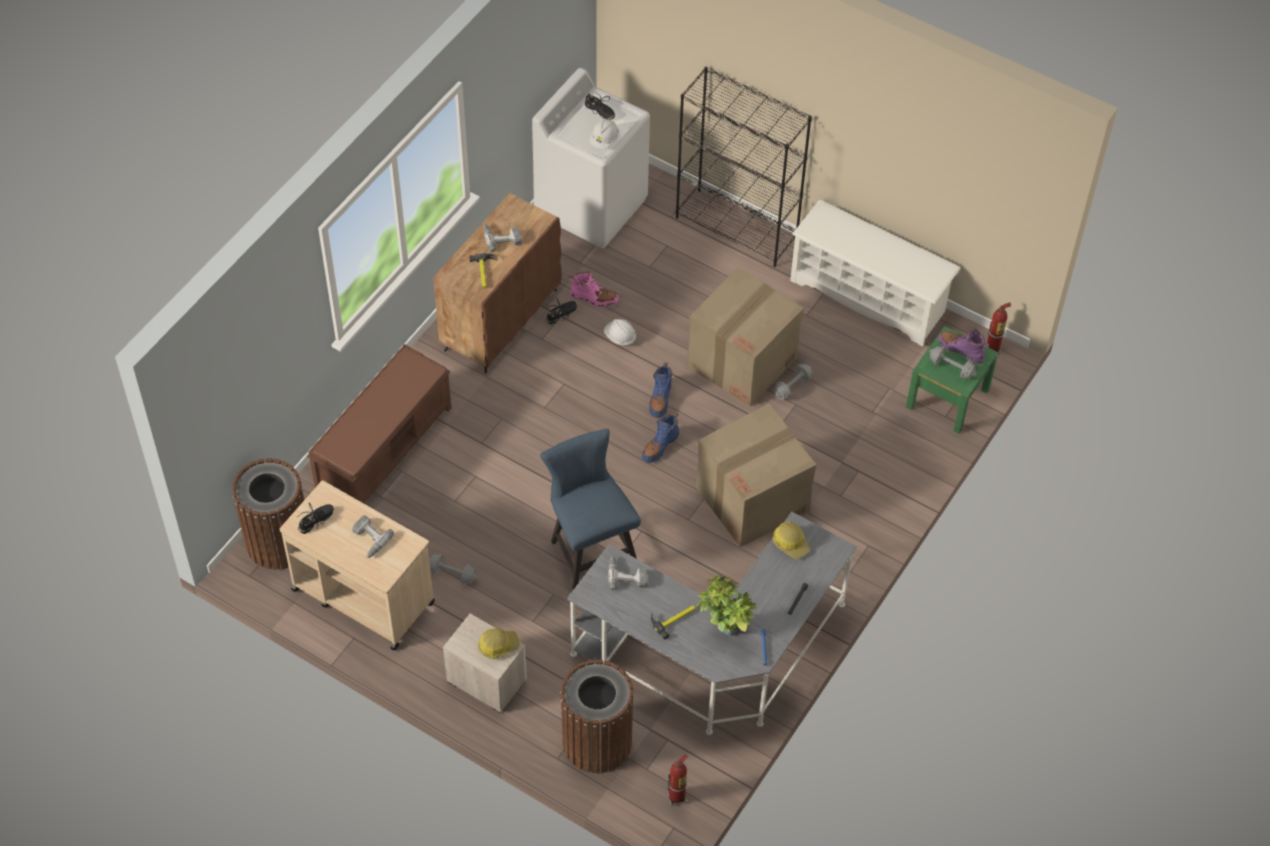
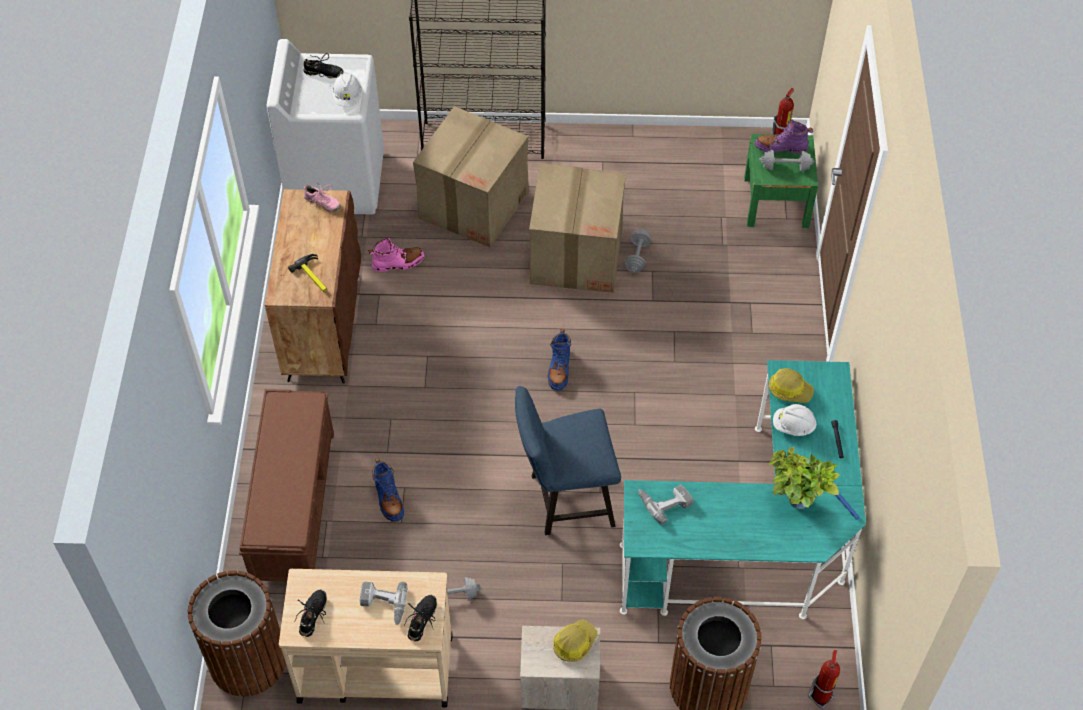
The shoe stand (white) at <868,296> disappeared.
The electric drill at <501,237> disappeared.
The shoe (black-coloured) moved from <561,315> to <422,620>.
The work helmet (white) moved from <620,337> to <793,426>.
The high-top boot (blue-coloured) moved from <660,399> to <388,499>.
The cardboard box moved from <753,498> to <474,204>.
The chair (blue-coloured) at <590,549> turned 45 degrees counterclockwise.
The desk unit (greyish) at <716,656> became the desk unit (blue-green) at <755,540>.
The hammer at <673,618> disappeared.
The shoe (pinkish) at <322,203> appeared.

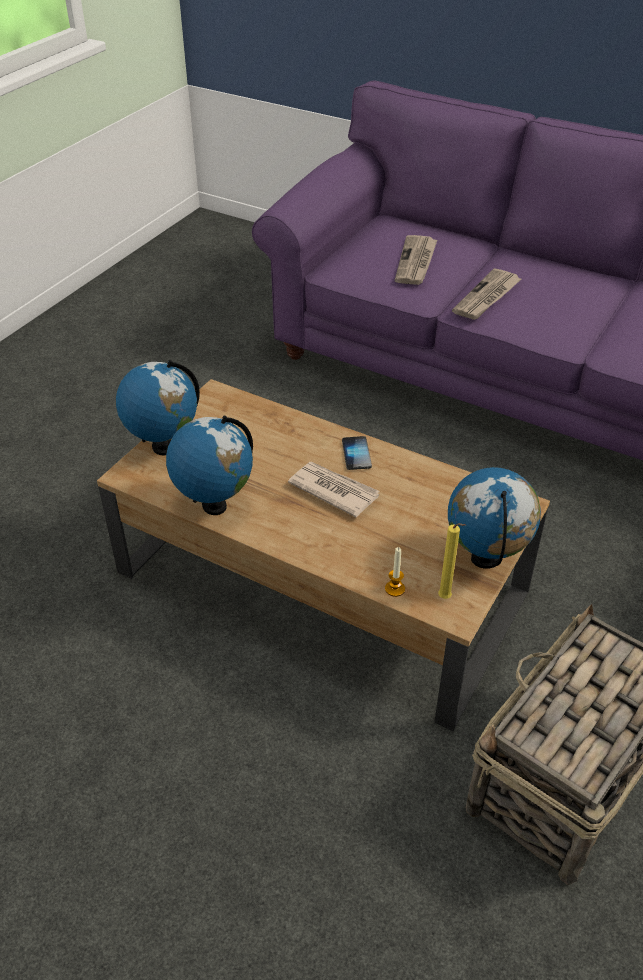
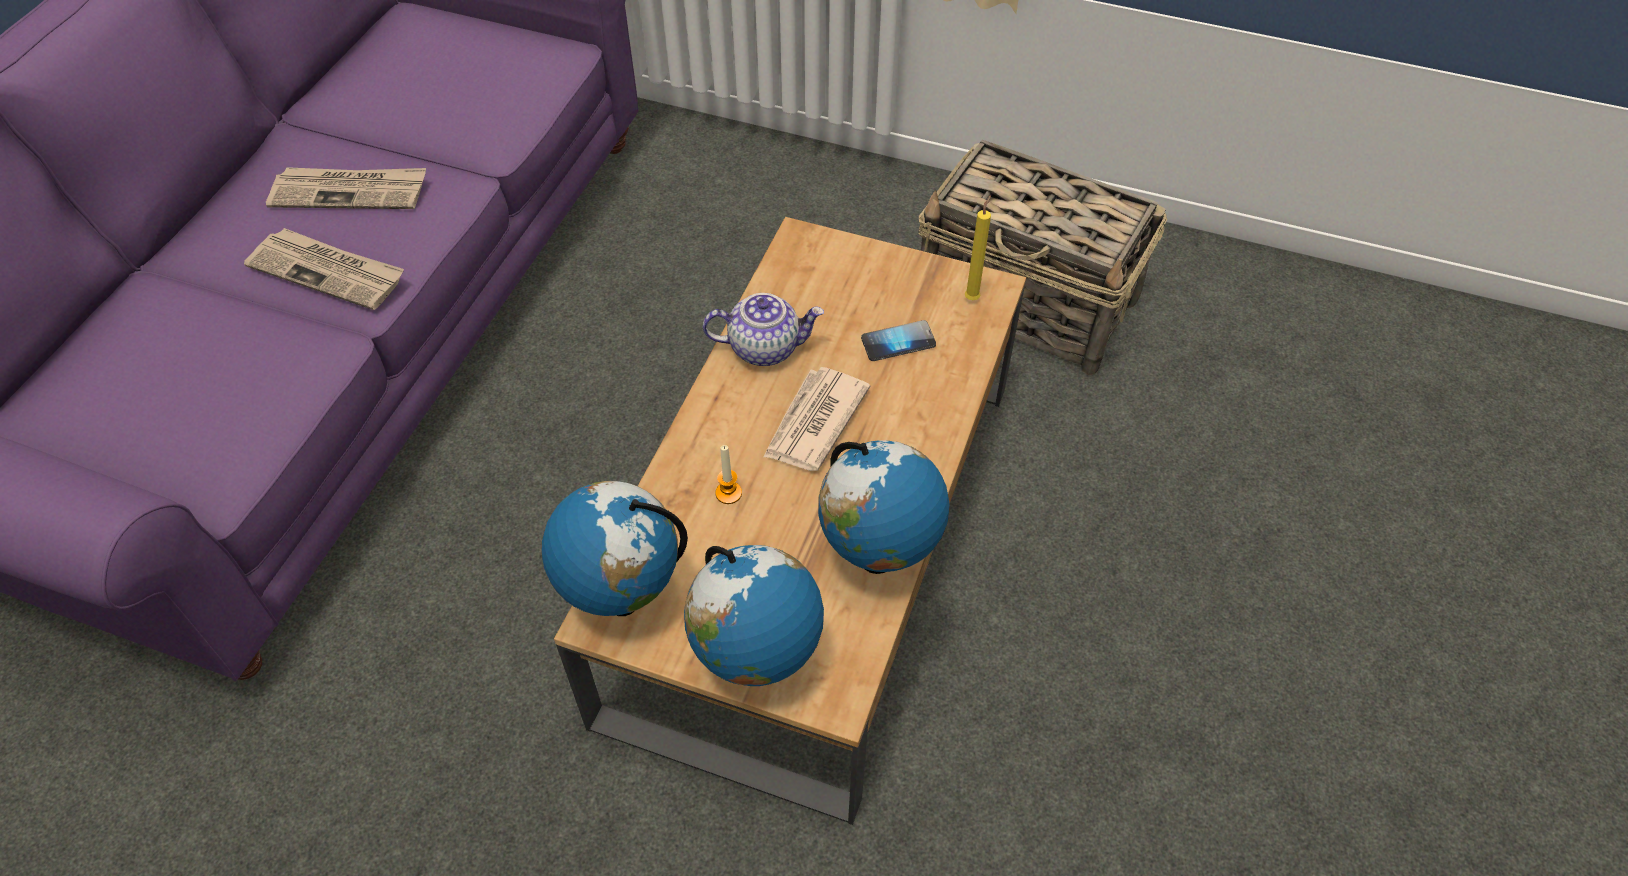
The newspaper moved from <416,262> to <350,191>.
The telephone moved from <356,454> to <898,342>.
The desk globe moved from <486,559> to <622,597>.
The wax light moved from <395,589> to <728,493>.
The pot for tea at <765,347> appeared.

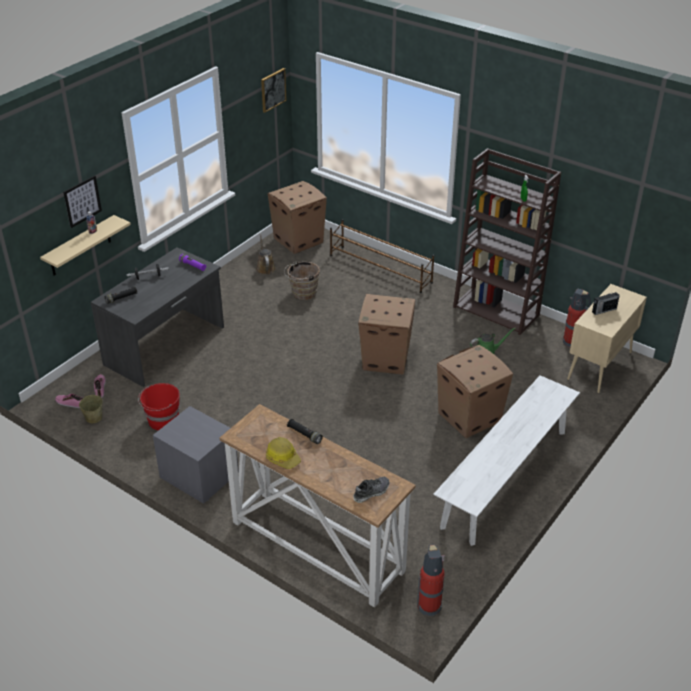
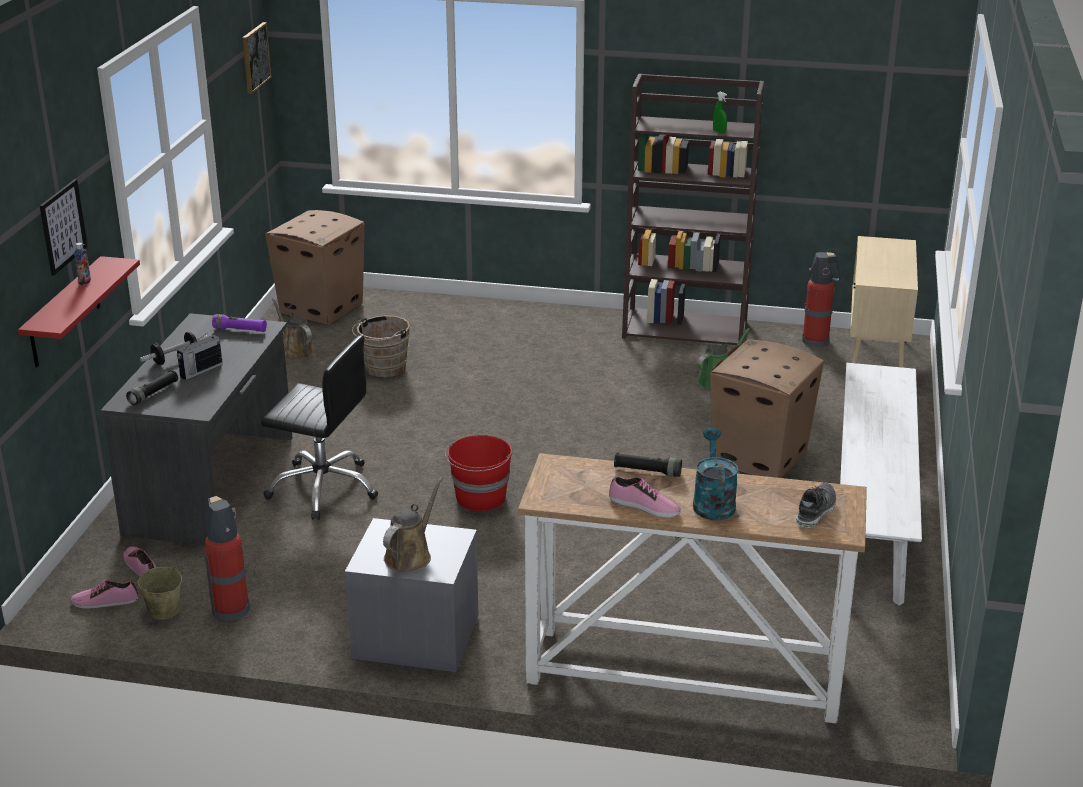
The shelf (sand-coloured) at <80,246> became the shelf (red) at <64,313>.
The shoe stand (brown-coloured) at <380,269> disappeared.
The radio moved from <603,310> to <200,371>.
The cardboard box at <386,359> disappeared.
The bucket (red) moved from <163,421> to <480,498>.
The work helmet at <283,458> was replaced by the shoe at <644,506>.
The extinguisher moved from <429,605> to <230,609>.
The office chair (black-coloured) at <323,488> appeared.
The watering pot (blue-green) at <712,502> appeared.
The watering pot (brown-coloured) at <410,555> appeared.

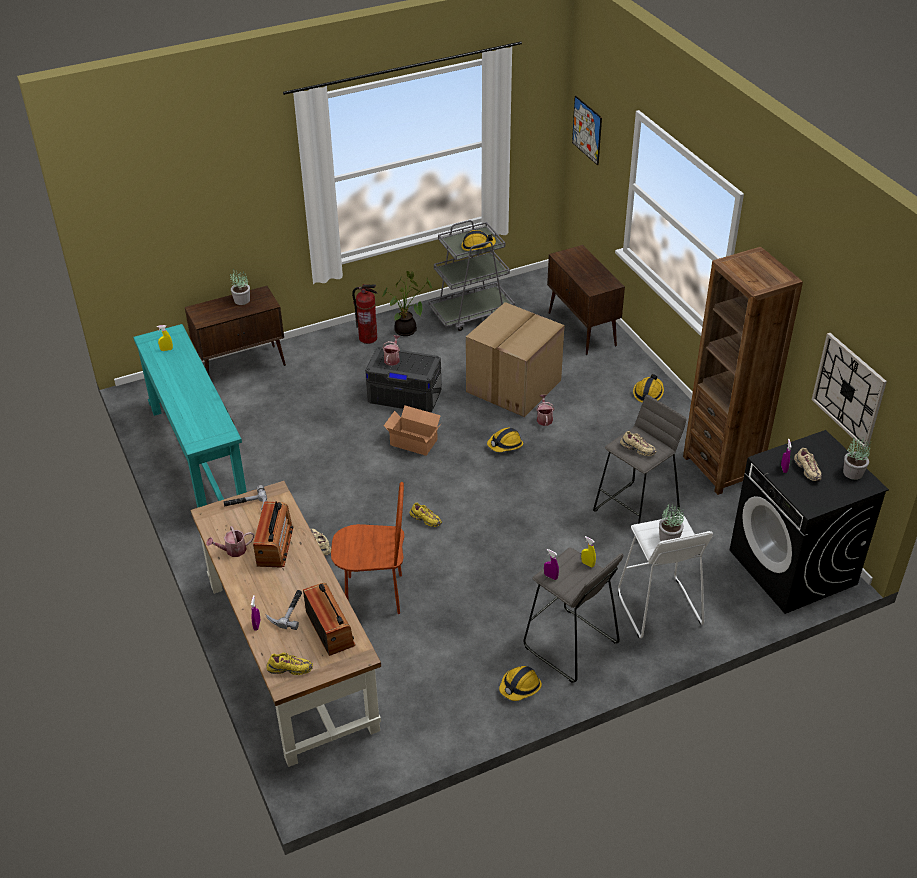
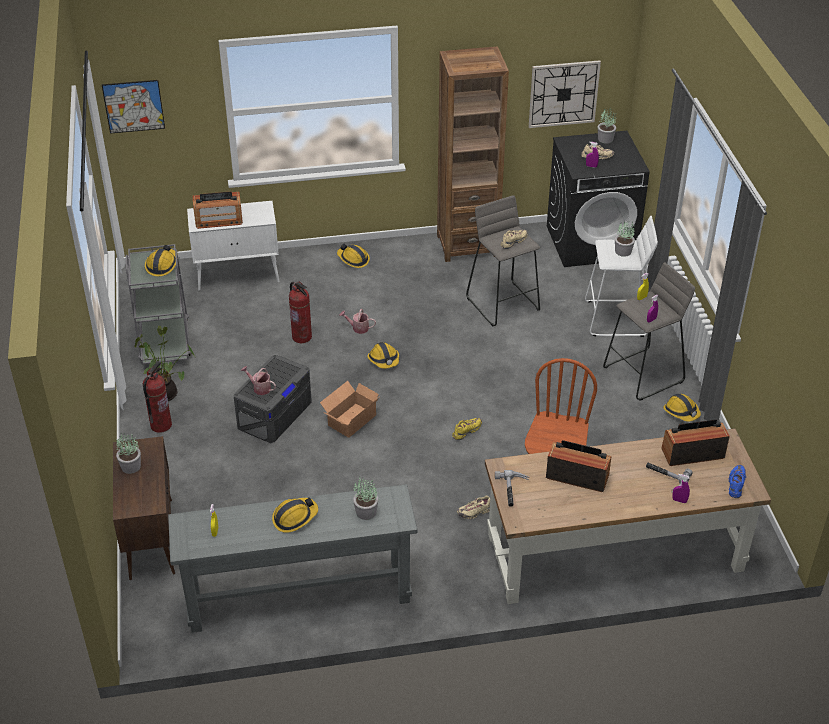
The cabinet (brown-coloured) at <582,330> became the cabinet (white) at <238,275>.
The cardboard box at <514,387> was replaced by the extinguisher at <302,337>.
The console table (blue-green) at <198,457> became the console table (greyish) at <298,595>.
The watering pot at <232,550> disappeared.
The shoe (yellow) at <290,669> became the shoe (blue-coloured) at <736,485>.
The radio at <218,220> appeared.
The houseplant at <365,512> appeared.
The work helmet at <294,517> appeared.

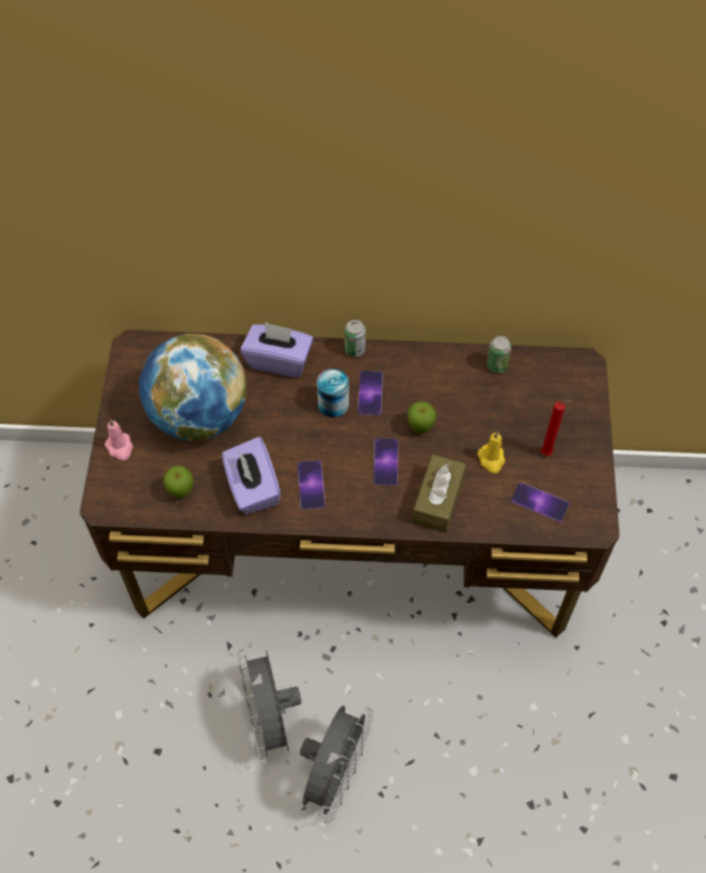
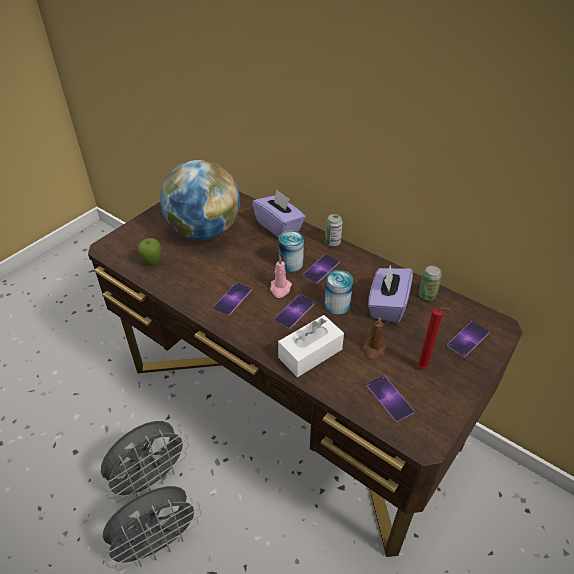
The apple fruit at <420,428> was replaced by the sealed can at <337,304>.
The wax light (pinkish) moved from <120,447> to <280,289>.
The wax light (yellow) at <491,459> became the wax light (brown-coloured) at <374,349>.
The box of tissues (purple) moved from <252,488> to <387,305>.
The box of tissues (brown-coloured) at <438,500> became the box of tissues (white) at <310,353>.
The fan (greyish) at <271,721> turned 150 degrees counterclockwise.
The telephone at <468,339> appeared.

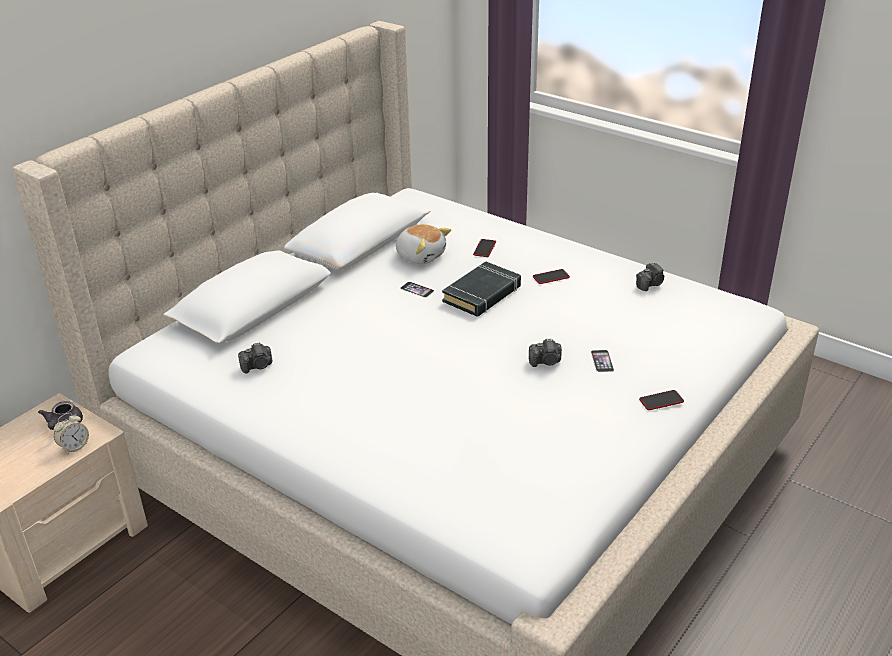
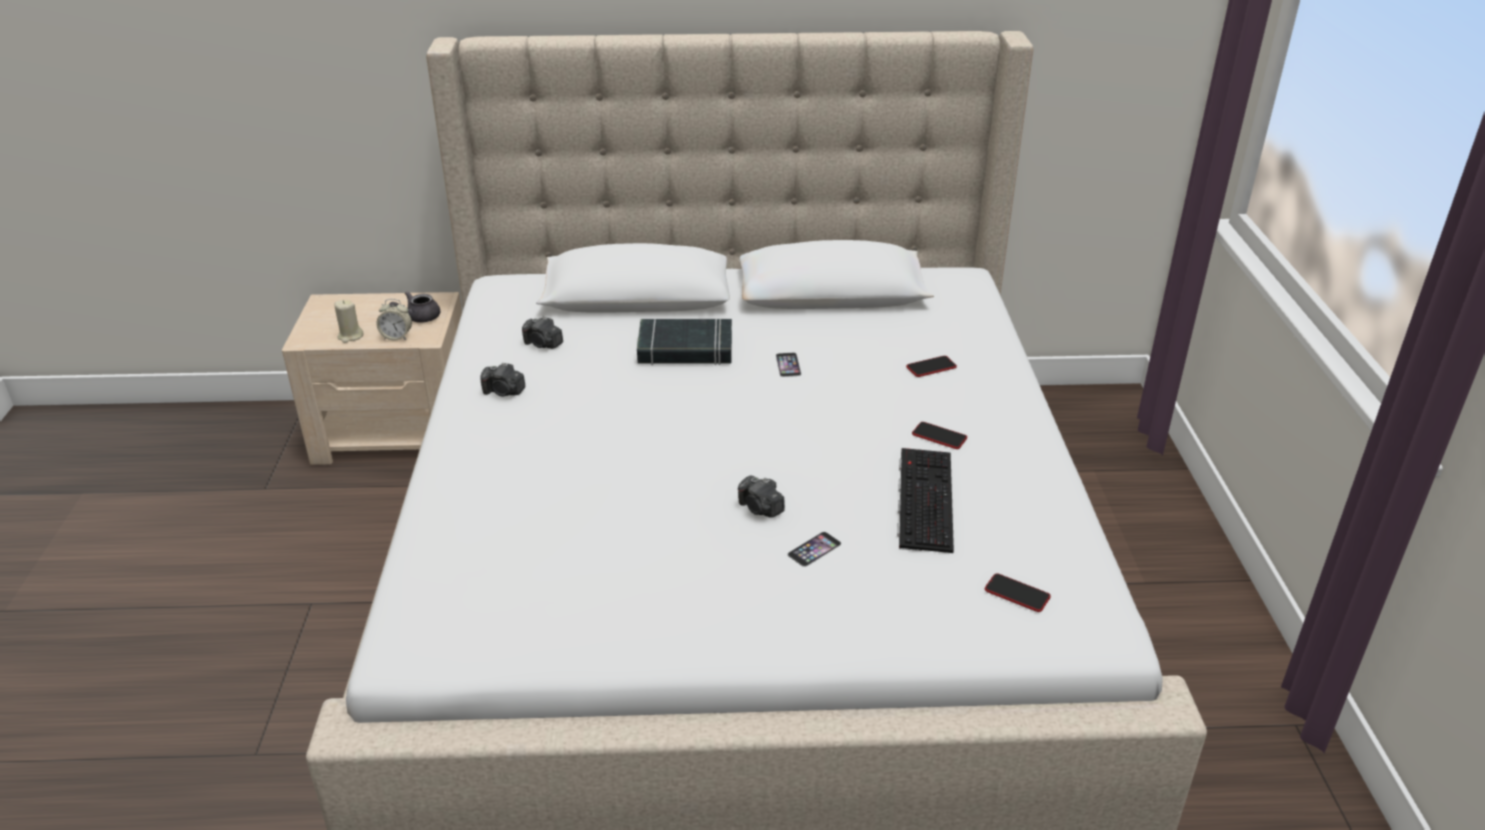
The soft toy at <421,255> disappeared.
The bound book (black-coloured) moved from <482,294> to <685,349>.
The photo camera moved from <650,284> to <504,392>.
The telephone moved from <661,401> to <1017,594>.
The wax light (sand-coloured) at <350,336> appeared.
The keyboard at <923,498> appeared.

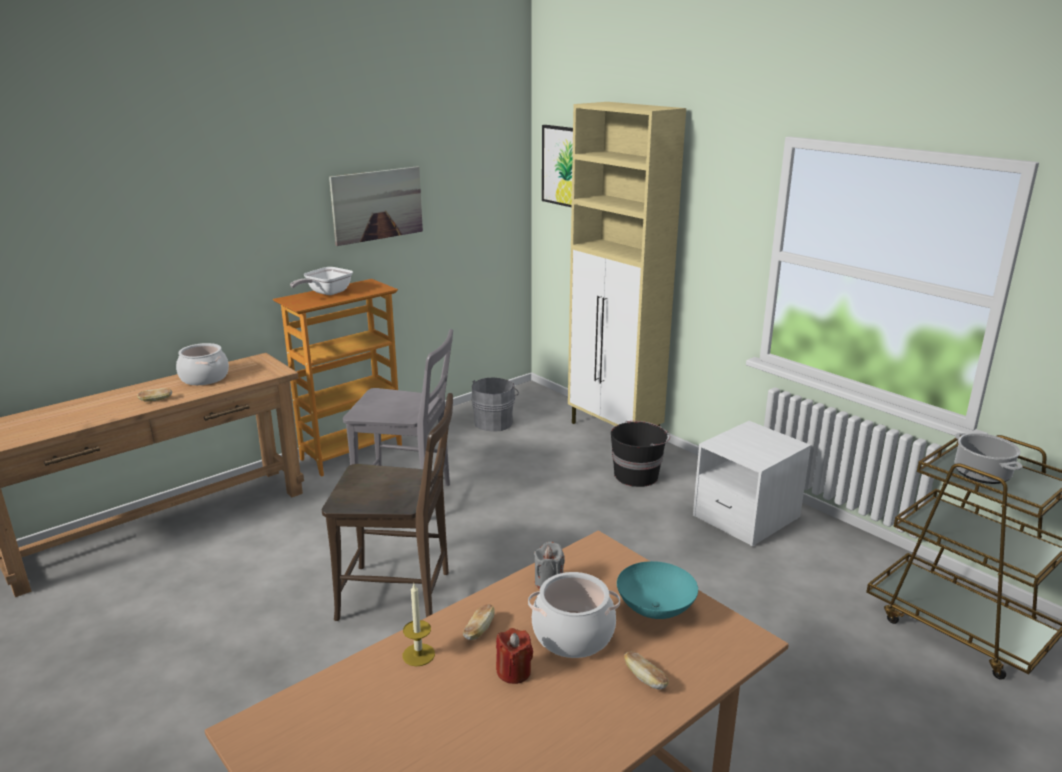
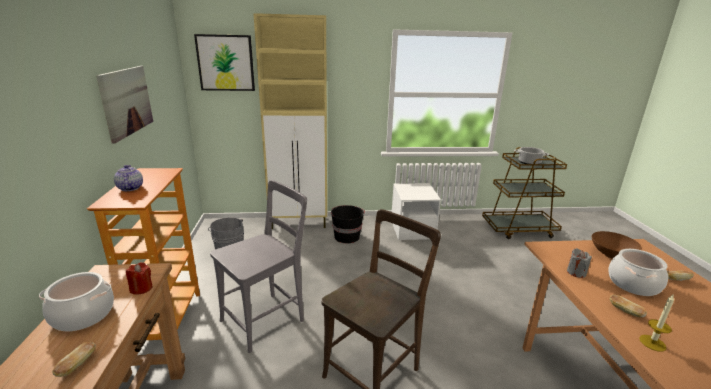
The pan at <325,293> was replaced by the pot for tea at <130,188>.
The bowl (blue-green) at <655,609> became the bowl (brown-coloured) at <610,255>.
The wax light (red) moved from <514,672> to <141,288>.

